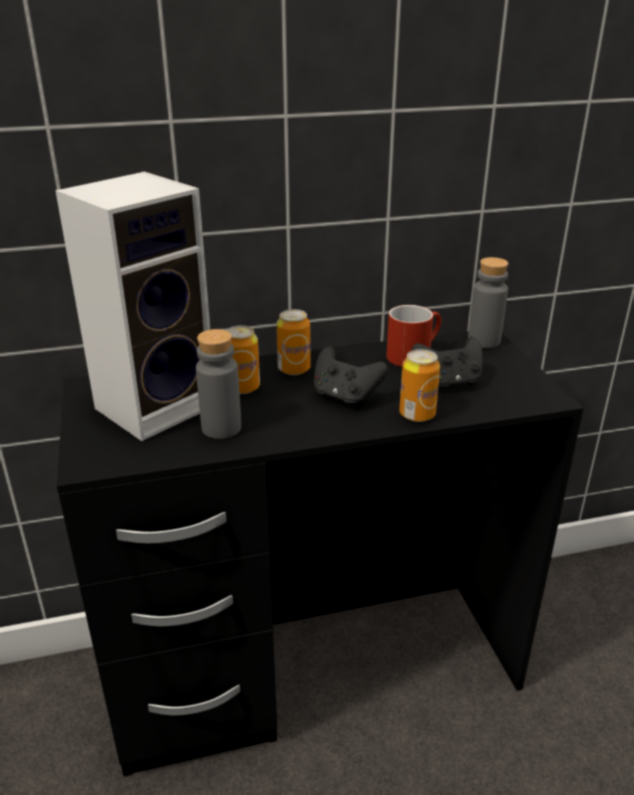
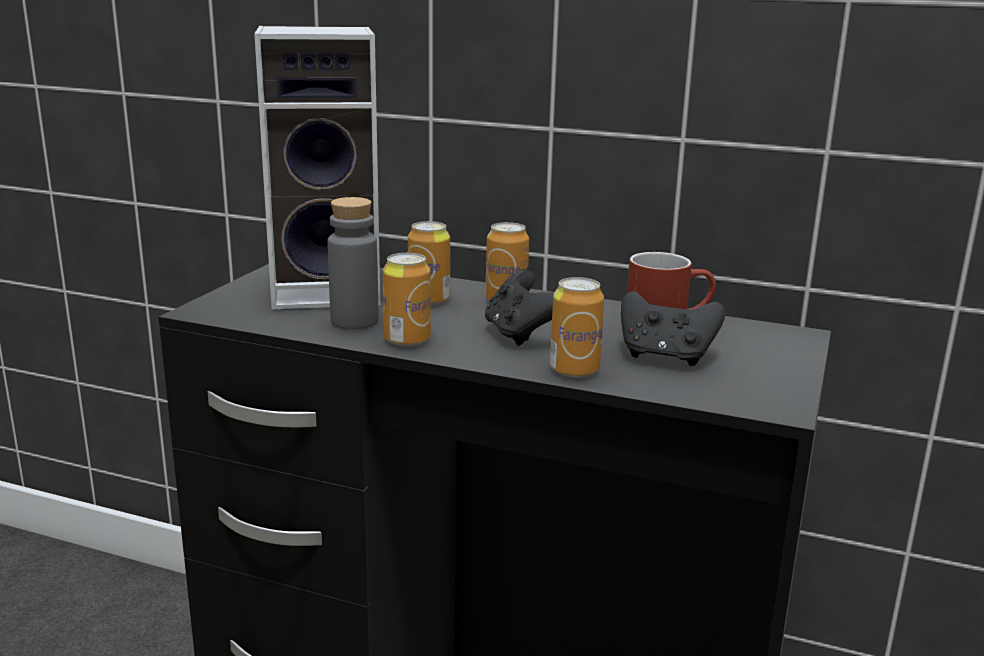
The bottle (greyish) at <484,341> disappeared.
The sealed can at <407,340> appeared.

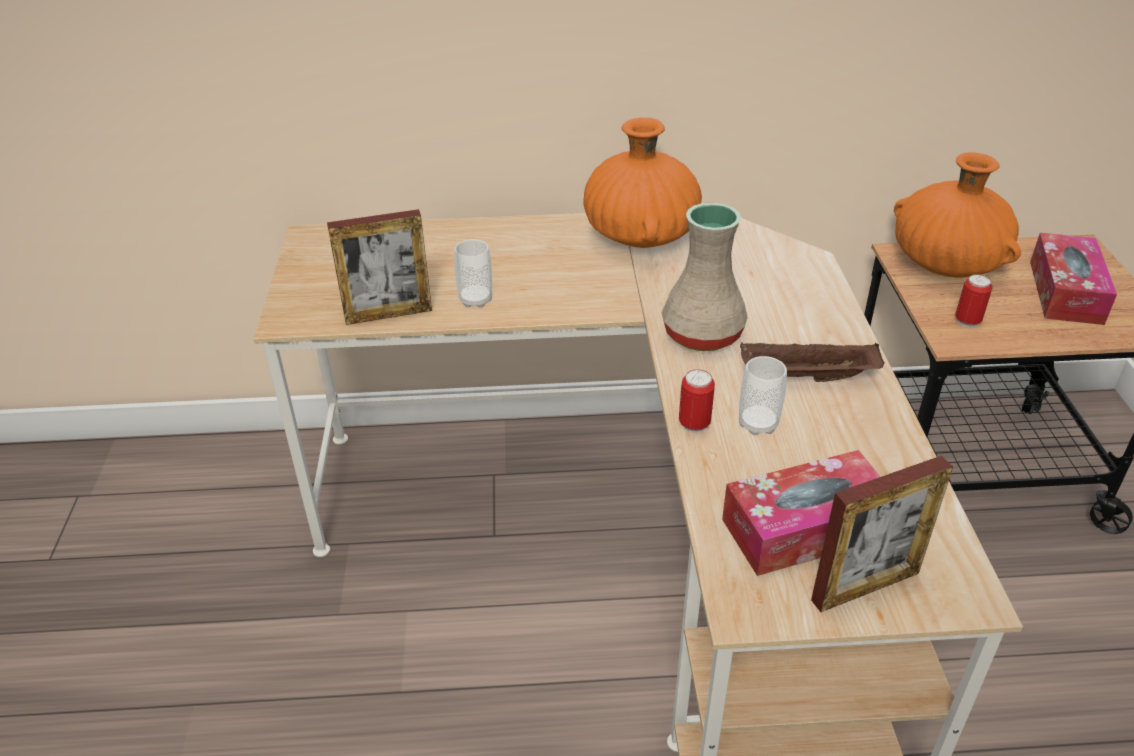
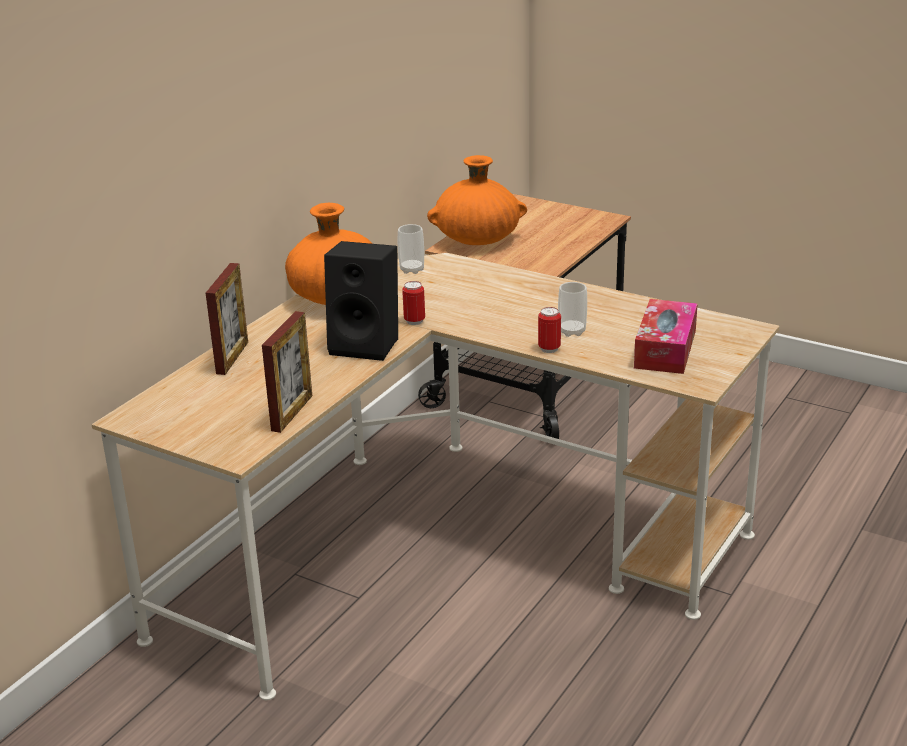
The decorative vase (sand-coloured) at <700,334> disappeared.
The box of tissues at <1065,292> disappeared.
The drinking cup moved from <475,300> to <412,269>.
The sealed can moved from <967,321> to <414,321>.
The tray (brown-coloured) at <806,377> disappeared.
The standing frame moved from <865,586> to <232,357>.
The speaker (black-coloured) at <367,344> appeared.

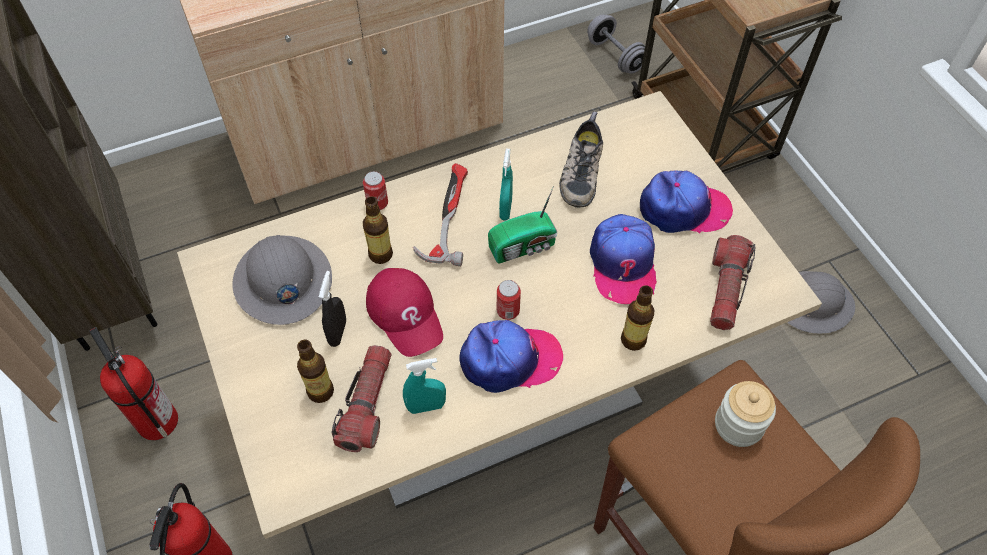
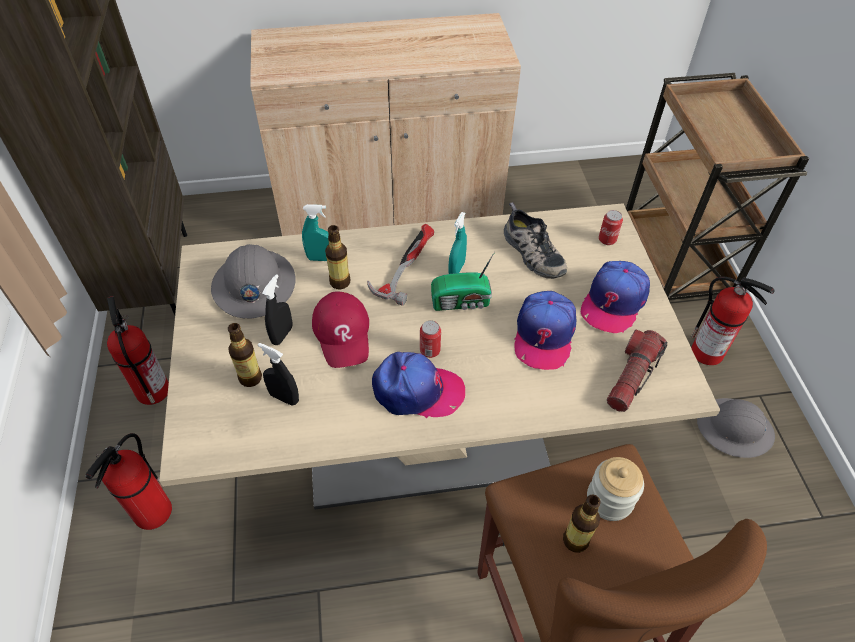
The free weight (greyish) at <615,56> disappeared.
The shoe at <580,171> turned 60 degrees counterclockwise.
The sealed can moved from <377,203> to <607,240>.
The cap at <683,209> turned 105 degrees clockwise.
The bottle moved from <633,340> to <575,540>.
The flashlight at <367,404> was replaced by the spray bottle (black-coloured) at <284,397>.
The spray bottle (blue-green) moved from <426,406> to <321,258>.
The extinguisher at <708,352> appeared.

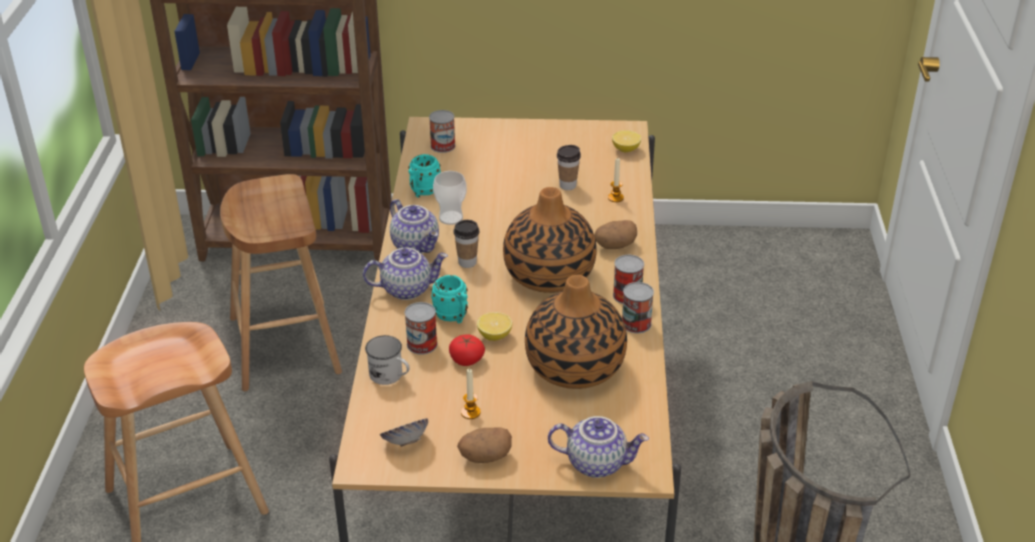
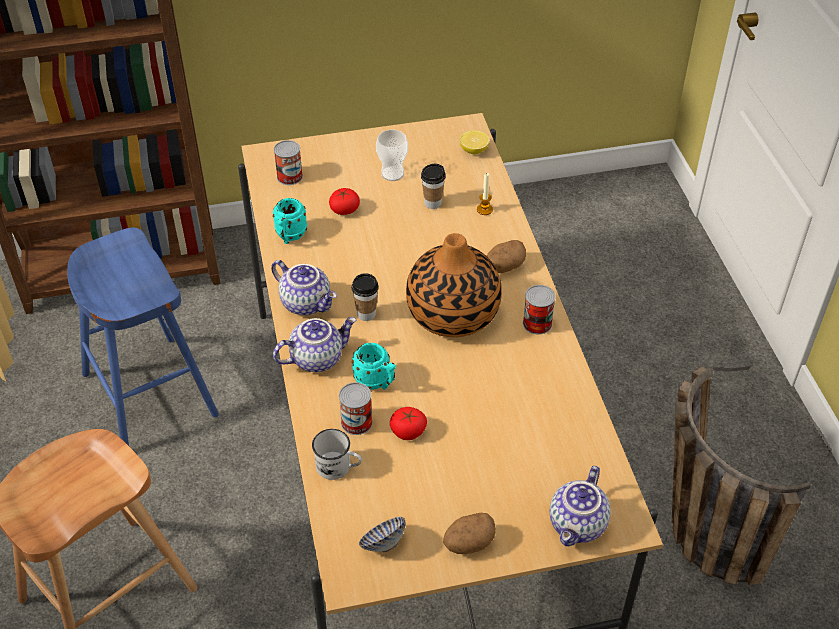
The drinking cup moved from <451,218> to <392,174>.
The sitting stool (brown-coloured) at <285,345> became the sitting stool (blue-coloured) at <150,395>.
The decorative vase at <575,366> disappeared.
The sealed can at <636,323> disappeared.
The lemon at <494,336> disappeared.
The wax light at <470,412> disappeared.
The pot for tea at <597,462> turned 120 degrees clockwise.
The tomato at <344,209> appeared.

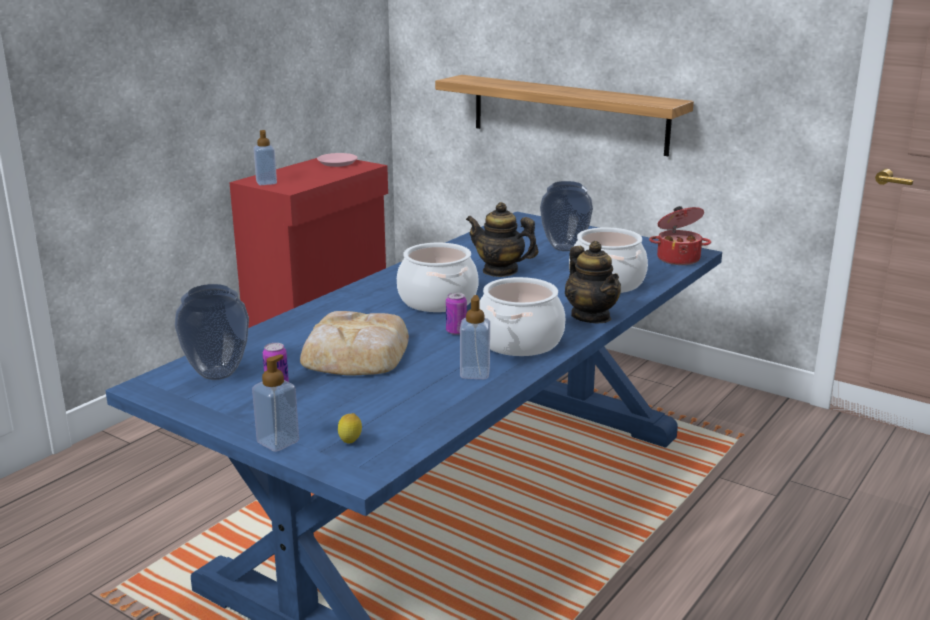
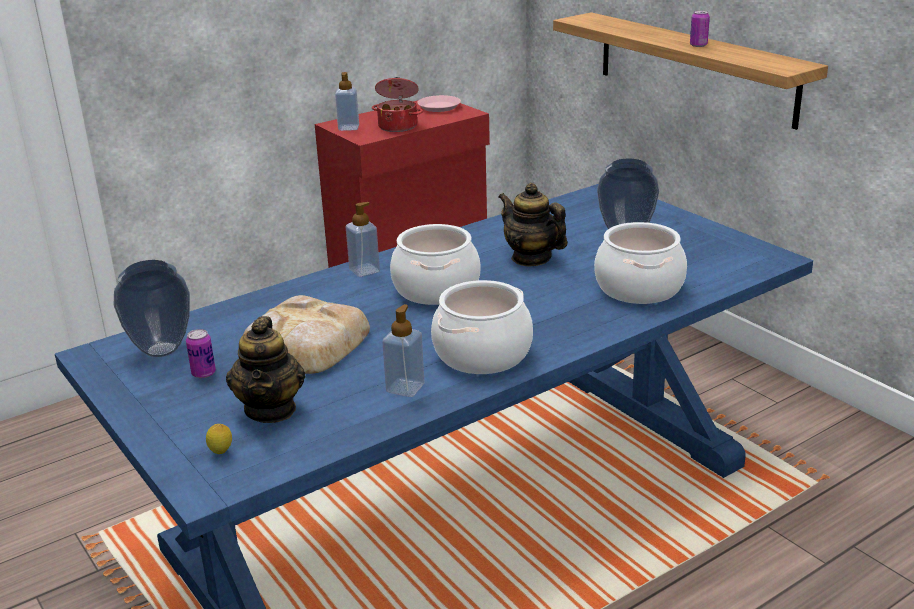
The saucepot moved from <678,258> to <398,126>.
The pot for tea moved from <591,316> to <271,409>.
The sealed can moved from <456,331> to <698,45>.
The soap bottle moved from <278,442> to <364,270>.

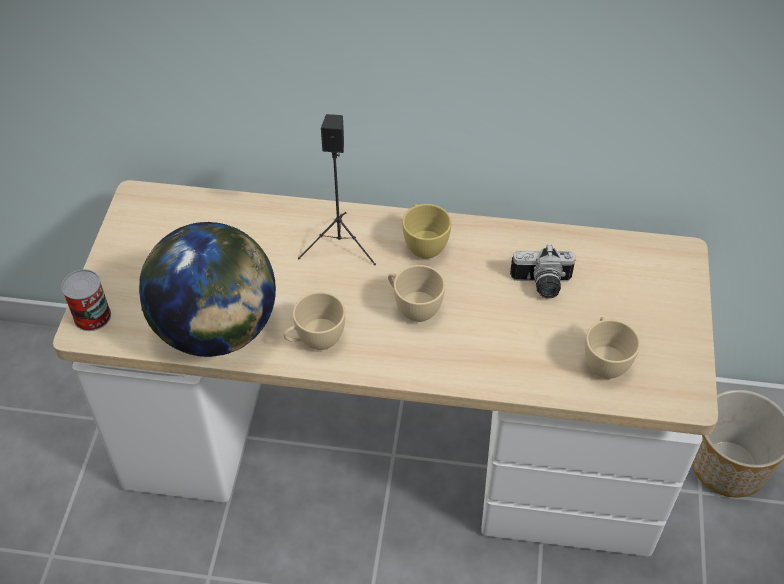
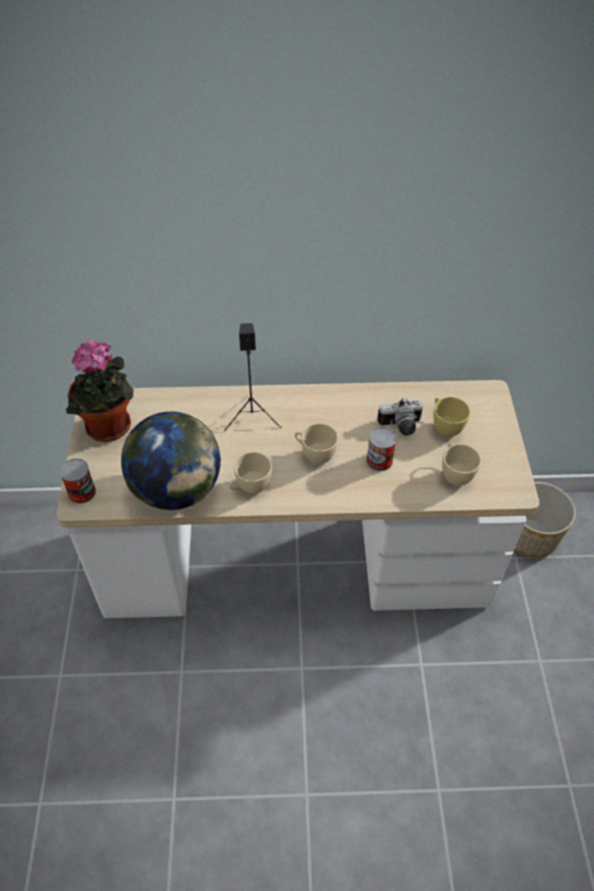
The drinking cup (yellow) moved from <423,244> to <445,426>.
The houseplant at <110,429> appeared.
The sealed can at <379,460> appeared.

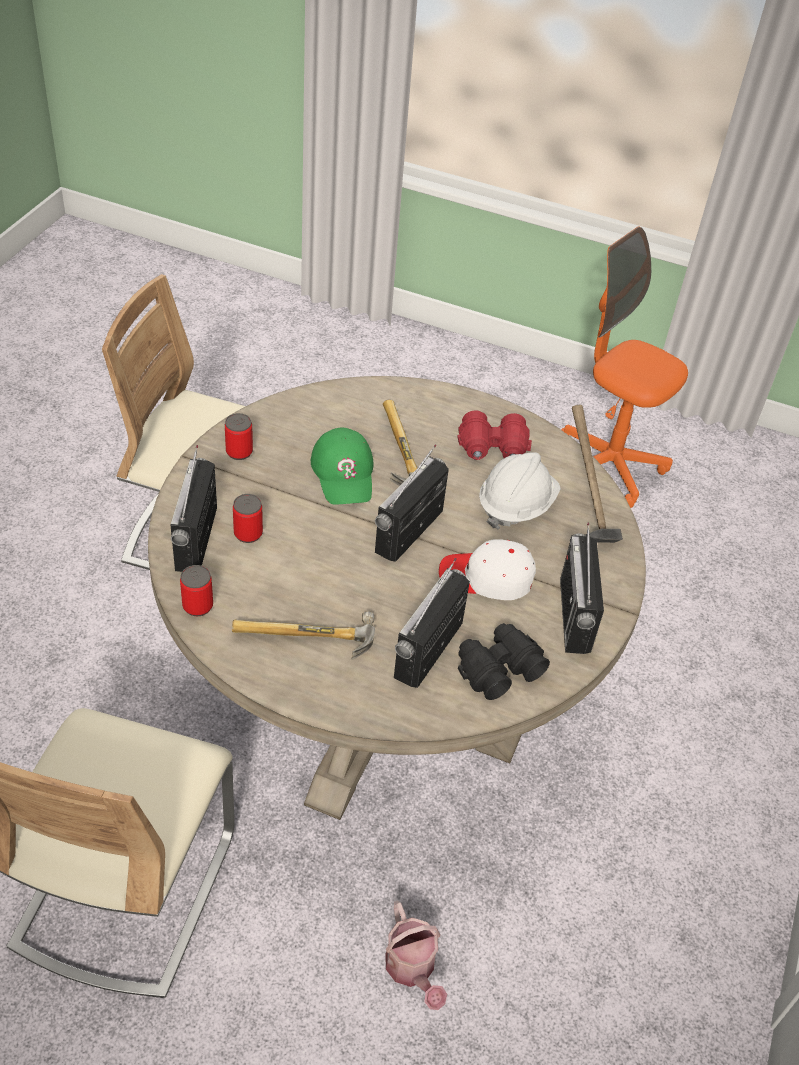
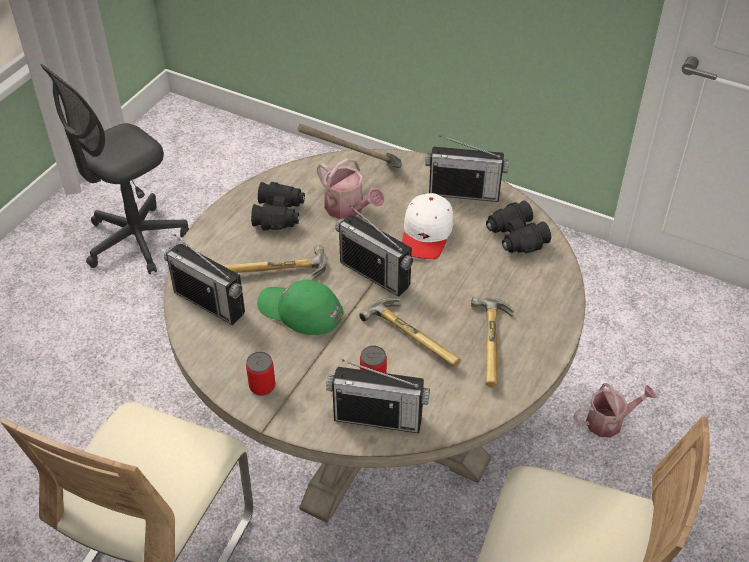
The office chair (orangey) at <607,466> became the office chair (greyish) at <136,241>.
The pair of binoculars (red) at <493,449> became the pair of binoculars (black-coloured) at <279,214>.
The cap (greenish) at <344,473> turned 150 degrees counterclockwise.
The work helmet (white) at <516,505> was replaced by the watering pot at <348,209>.
The radio moved from <428,650> to <209,302>.
The sealed can at <198,606> disappeared.
The hammer at <416,334> appeared.

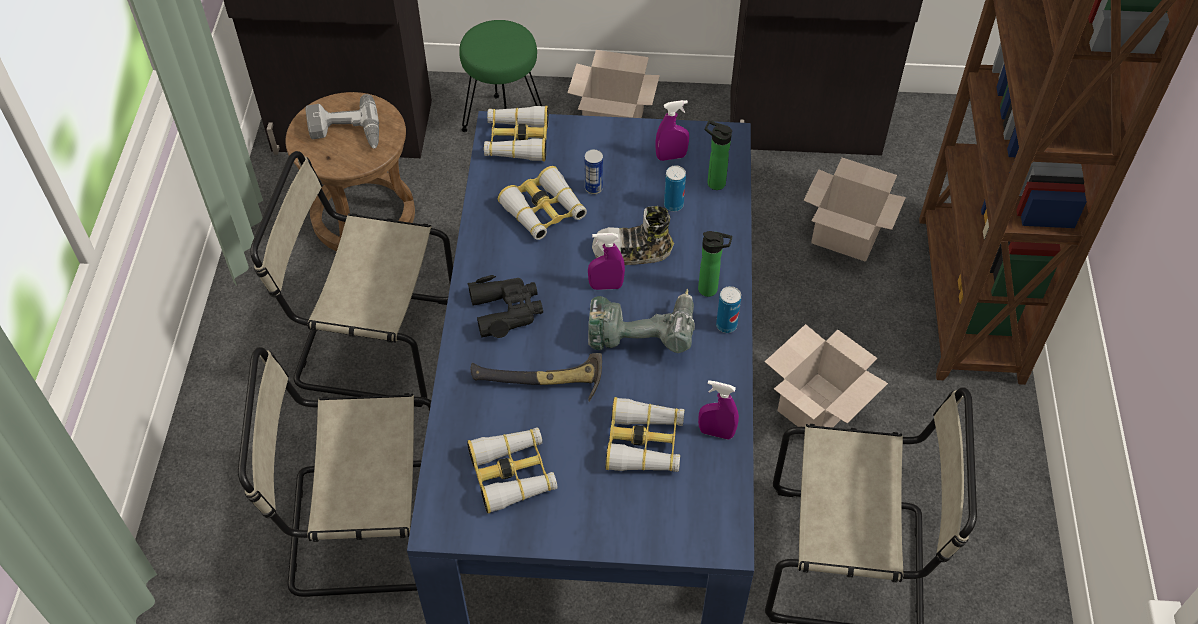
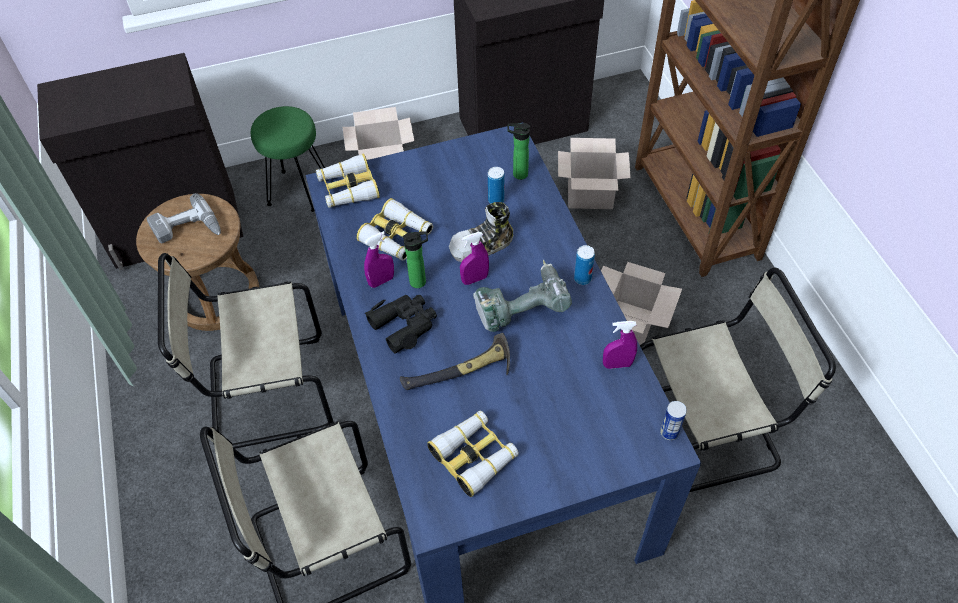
The spray bottle (purple) moved from <671,156> to <381,281>.
The sealed can moved from <593,188> to <669,432>.
The bottle moved from <711,290> to <420,281>.
The pair of binoculars at <645,443> disappeared.

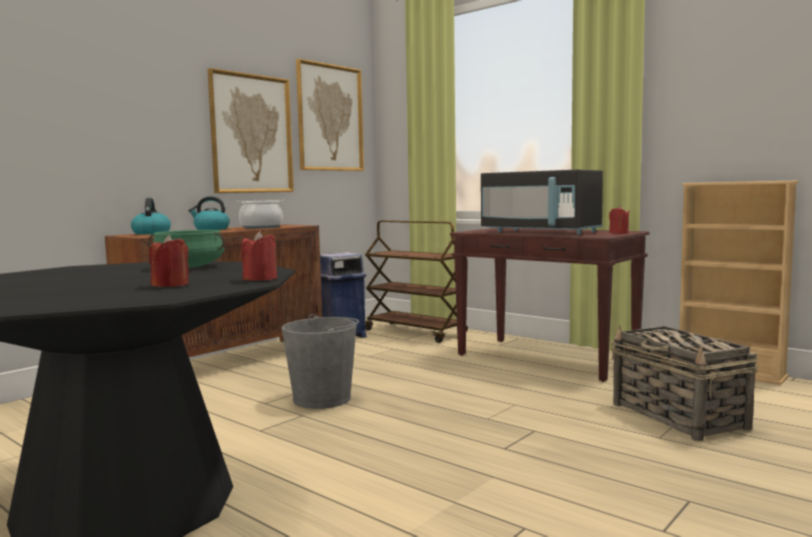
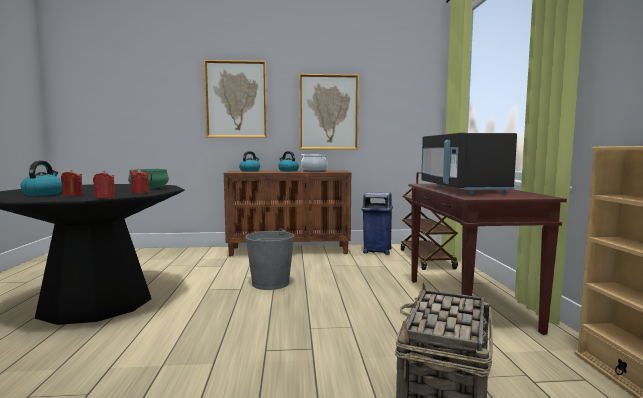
The wall art moved from <330,118> to <236,99>.
The wax light (red) moved from <618,233> to <140,192>.
The tea kettle at <43,194> appeared.

